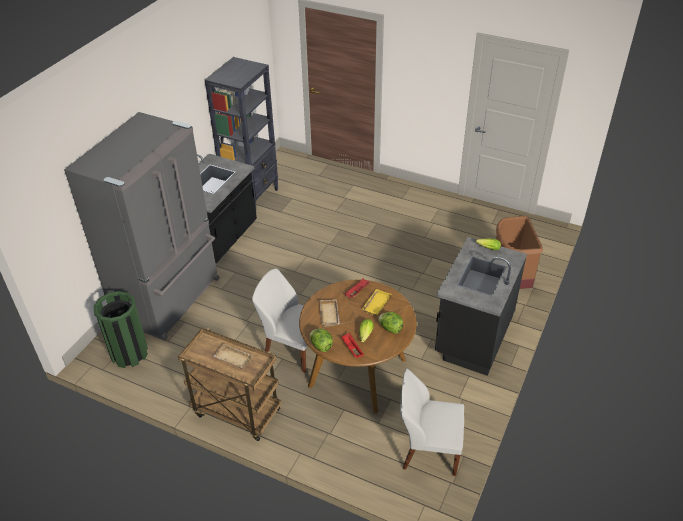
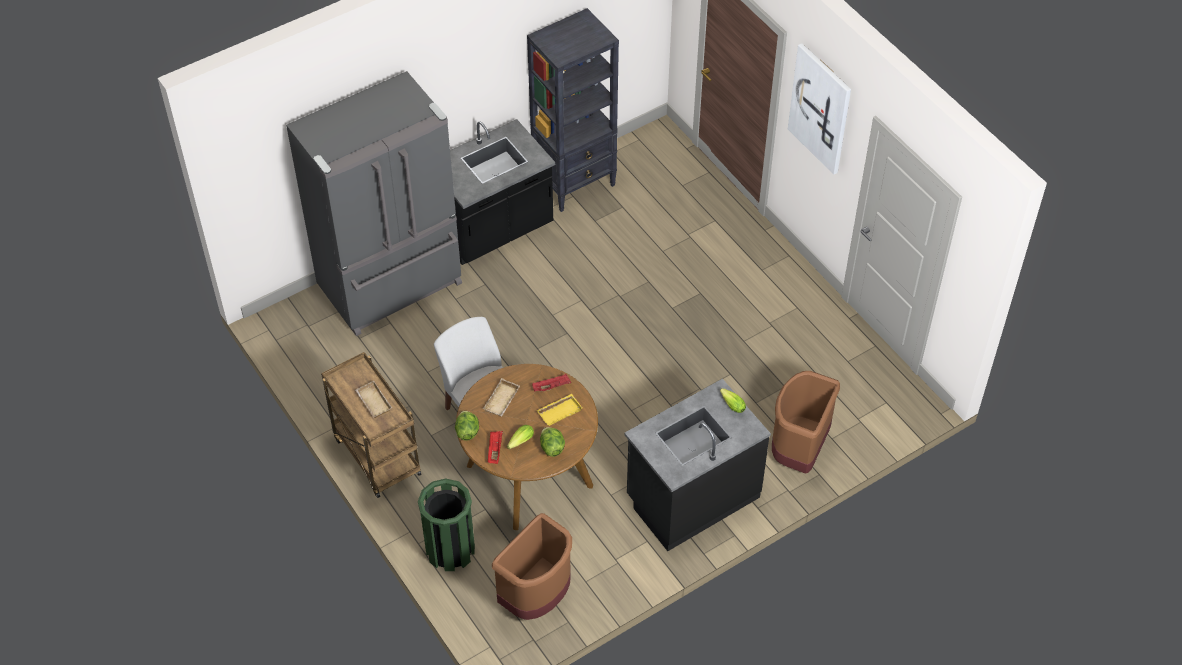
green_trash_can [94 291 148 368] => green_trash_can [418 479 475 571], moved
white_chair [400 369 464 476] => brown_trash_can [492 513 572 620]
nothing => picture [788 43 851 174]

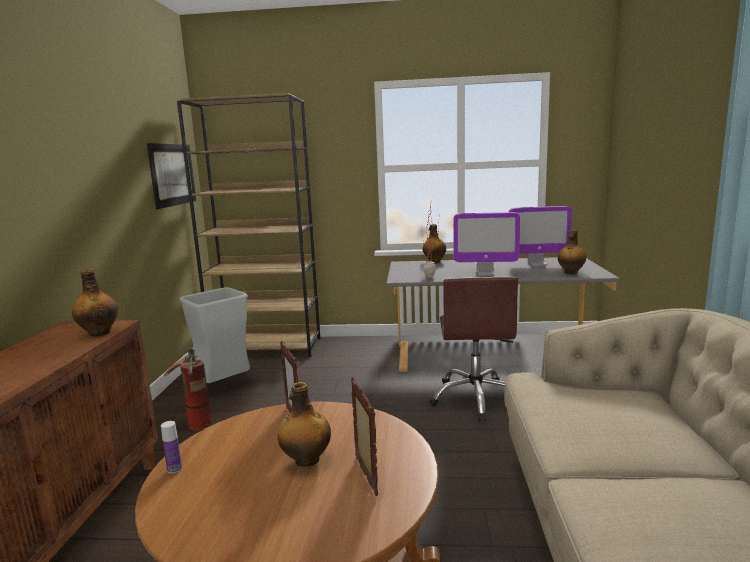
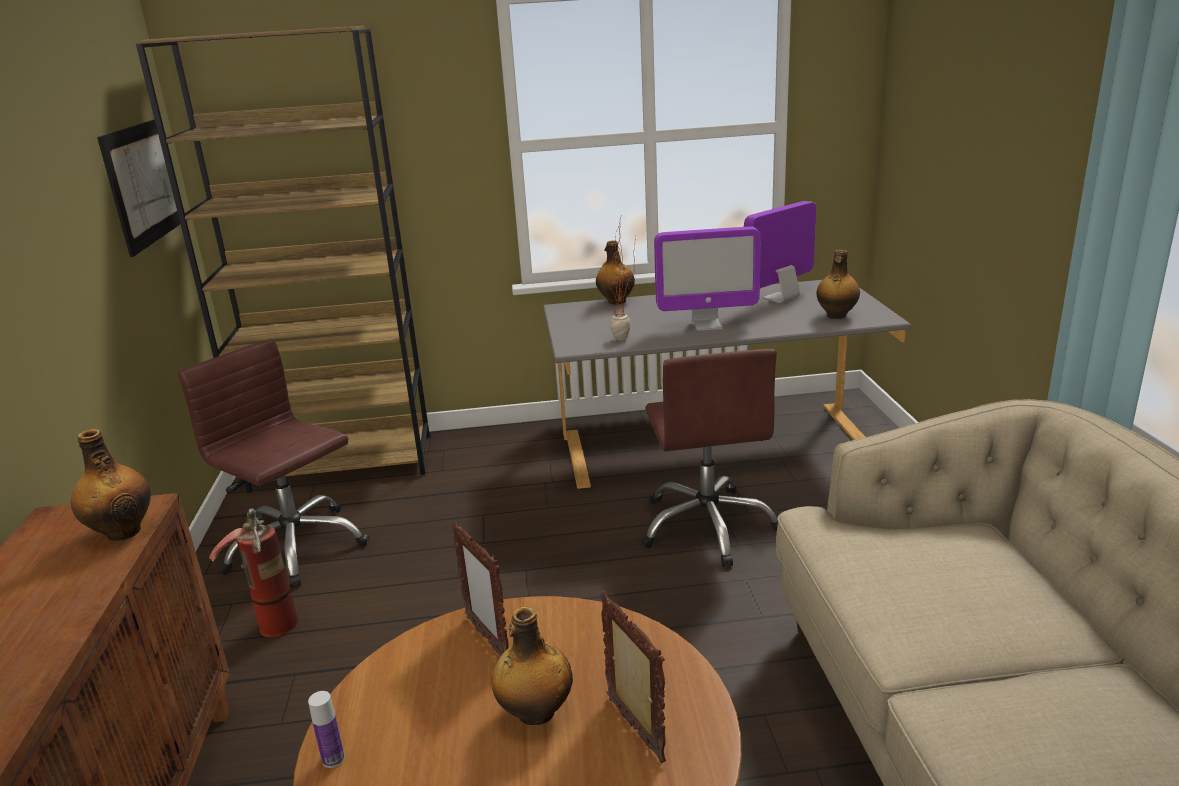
grey_trash_can [180 287 250 383] => brown_office_chair [178 339 369 587]
monitor [509 206 572 266] => monitor [744 201 816 303], 150 degrees clockwise

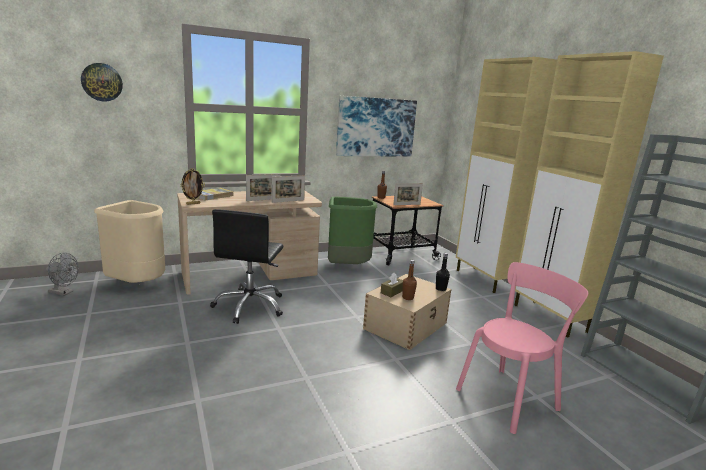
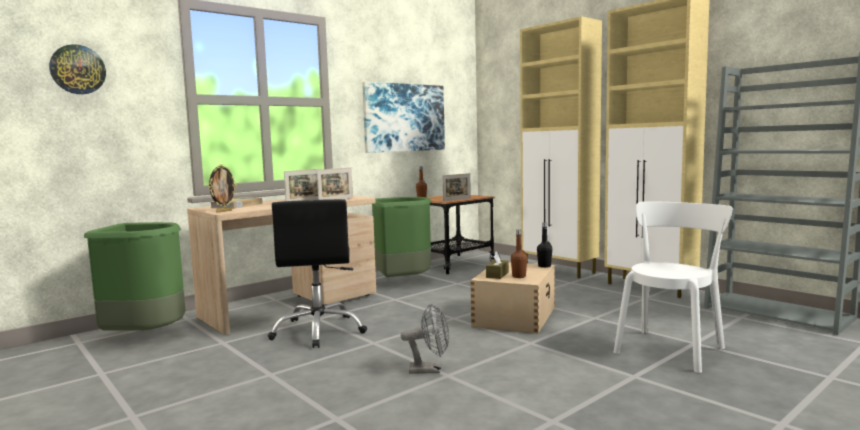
beige_trash_can [94 200 165 283] => green_trash_can [84 222 186 330]
grey_fan [45 253 79 296] => grey_fan [401 303 449 374], moved
pink_chair [456 262 588 434] => white_chair [614 201 733 373]

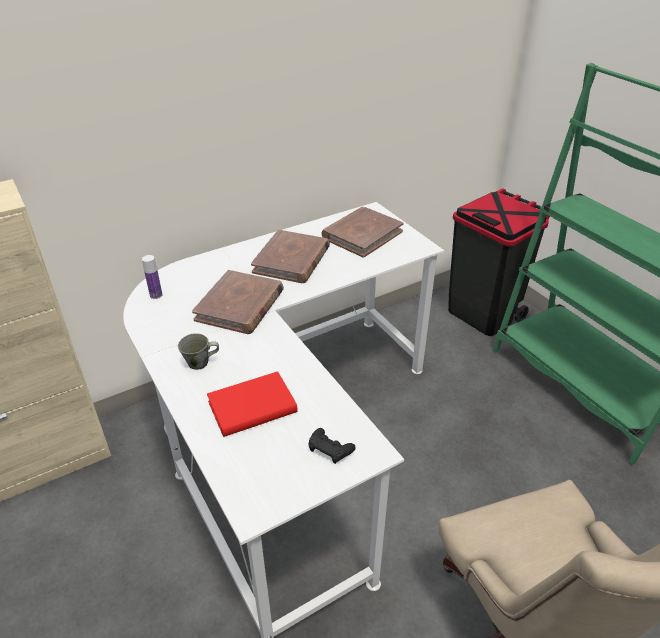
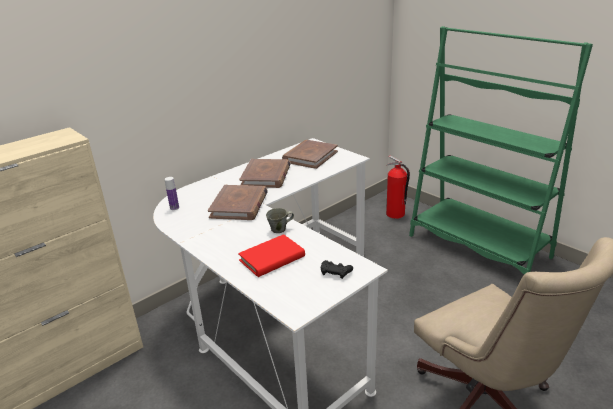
grey_mug [178 333 219 370] => grey_mug [266 208 294 233], moved
black_trash_can [448 188 550 336] => fire_extinguisher [386 156 410 219]

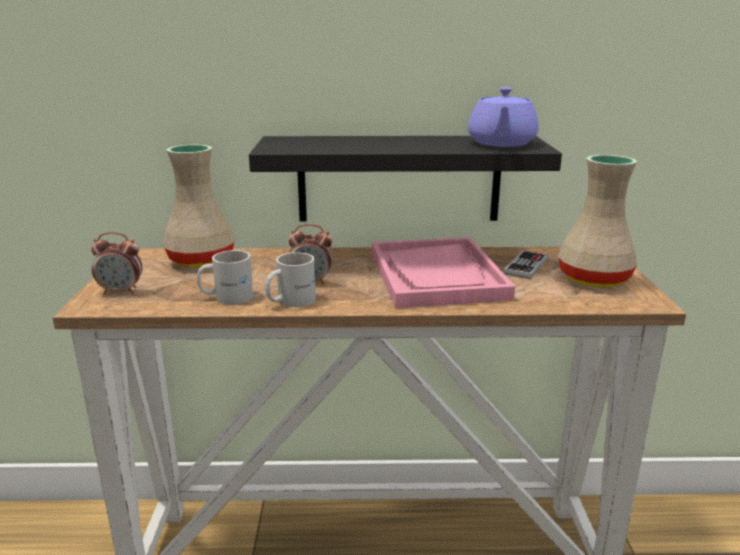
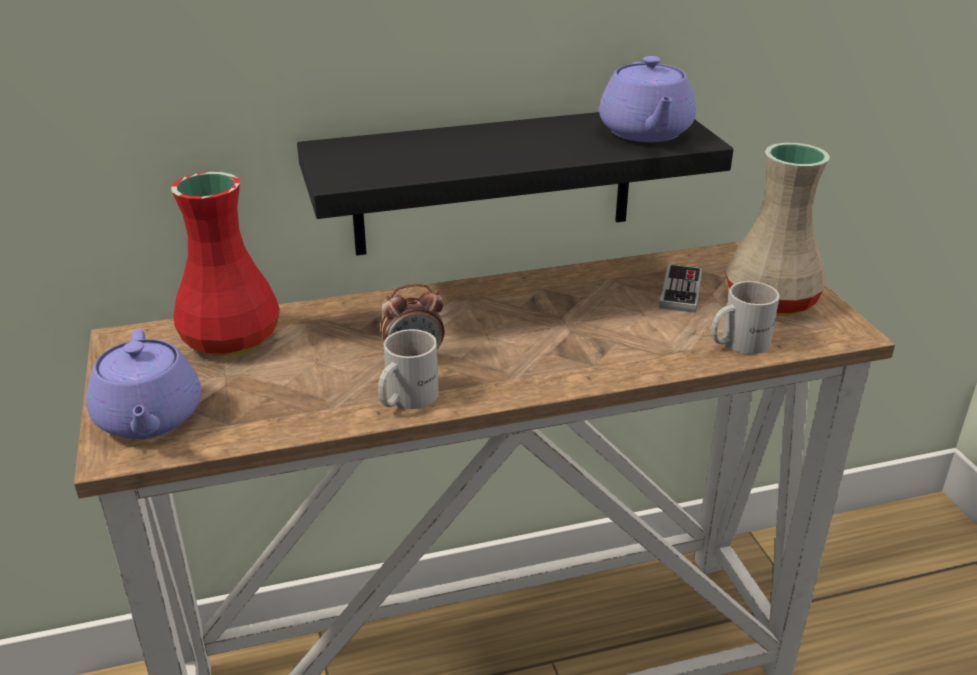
alarm_clock [91 232 142 294] => purple_teapot [86 329 201 439]
beige_vase [163 145 235 267] => red_vase [171 172 280 356]
white_mug [197 250 253 304] => white_mug [711 281 780 354], moved
pink_tray [372 237 515 308] => nothing

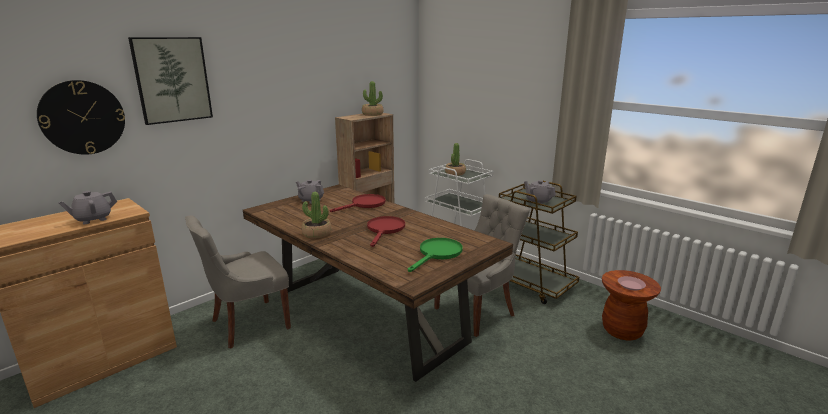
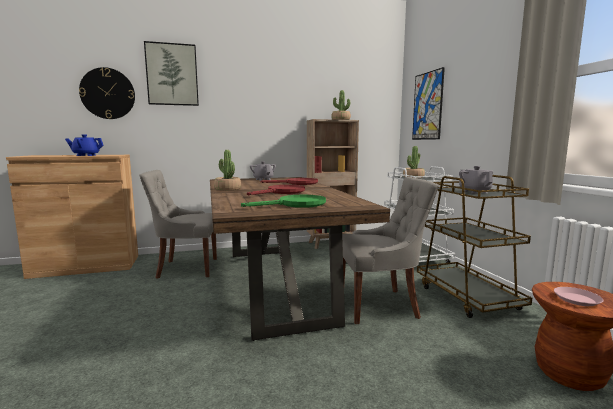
grey_teapot [58 191 117 224] => blue_teapot [65 134 104 156]
nothing => picture [412 67 445 140]

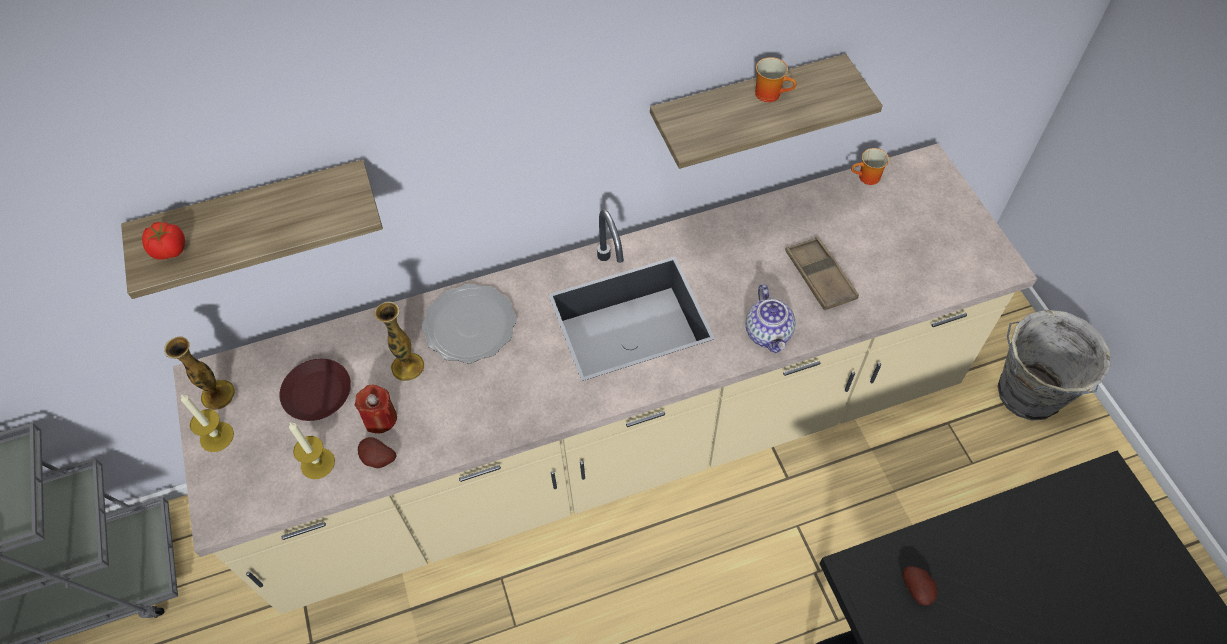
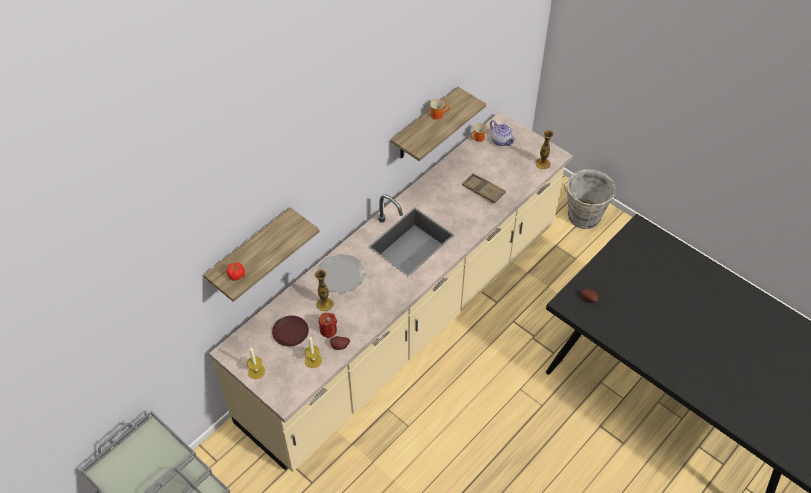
teapot [746 284 795 353] => teapot [490 120 516 146], moved
vase [164 336 235 410] => vase [535 130 554 170], moved

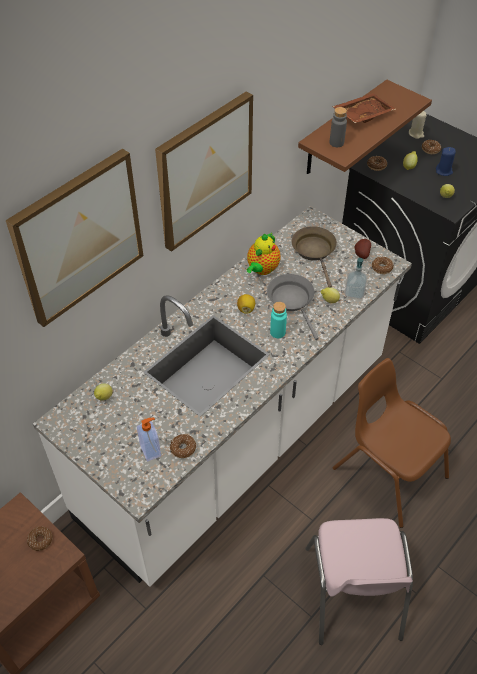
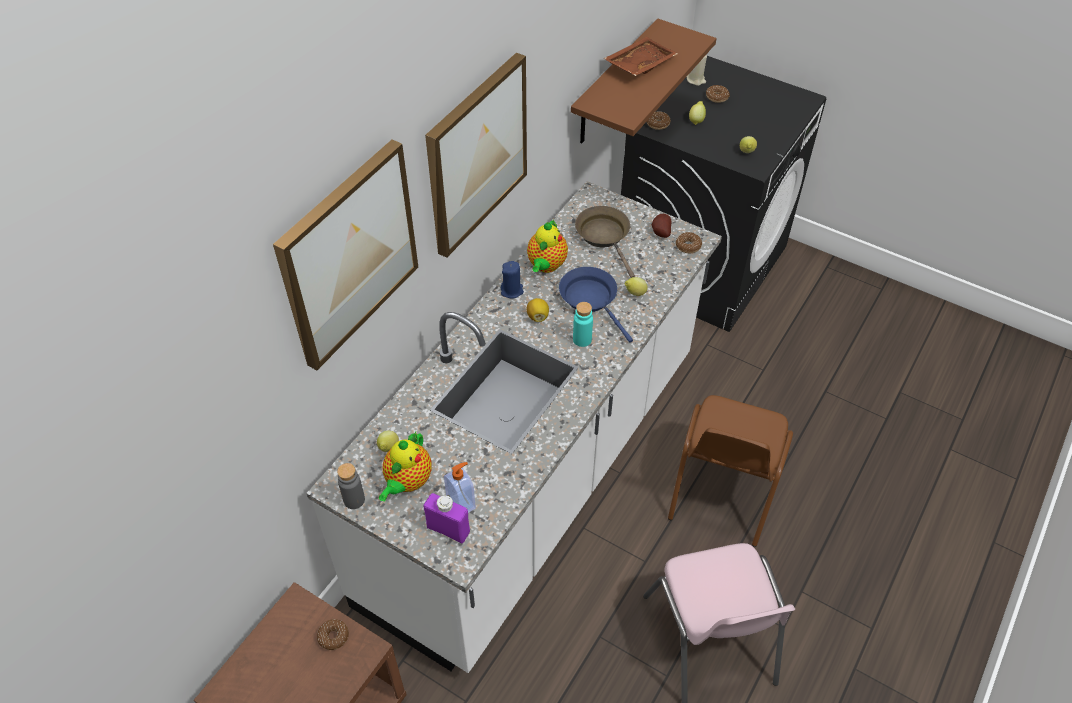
grey_bottle [330 107 347 147] => grey_bottle [337 463 365 509], moved
nothing => teapot [379 432 432 502]
nothing => purple_bottle [424 493 470 543]
blue_candle [436 147 456 176] => blue_candle [501 261 524 299], moved
grey_frying_pan [267 274 319 340] => blue_frying_pan [559 267 633 343]
brown_chair [332 358 451 528] => brown_chair [668 395 793 547], 105 degrees counterclockwise
donut [170 434 196 458] => nothing
soap_dispenser [345 258 367 299] => nothing

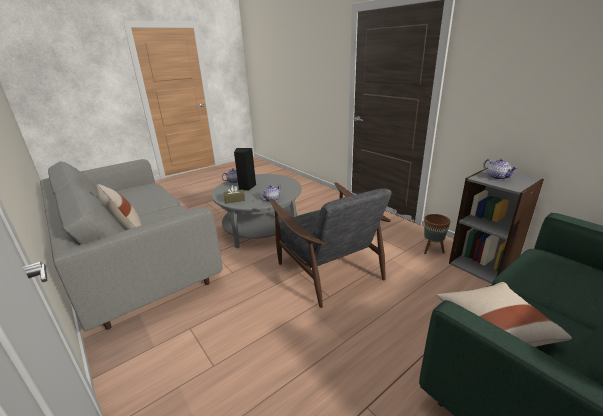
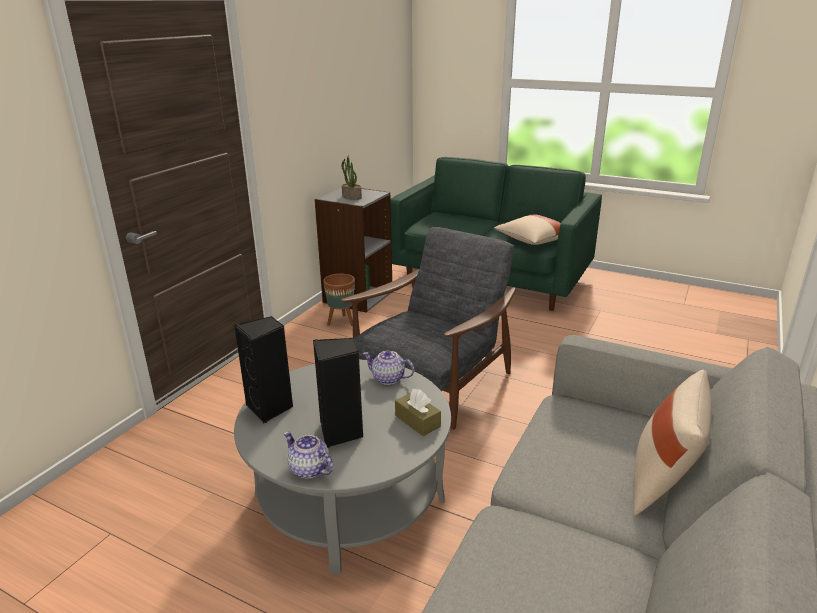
nothing => black_speaker [234 316 293 423]
teapot [483 158 518 180] => potted_plant [341 154 362 200]

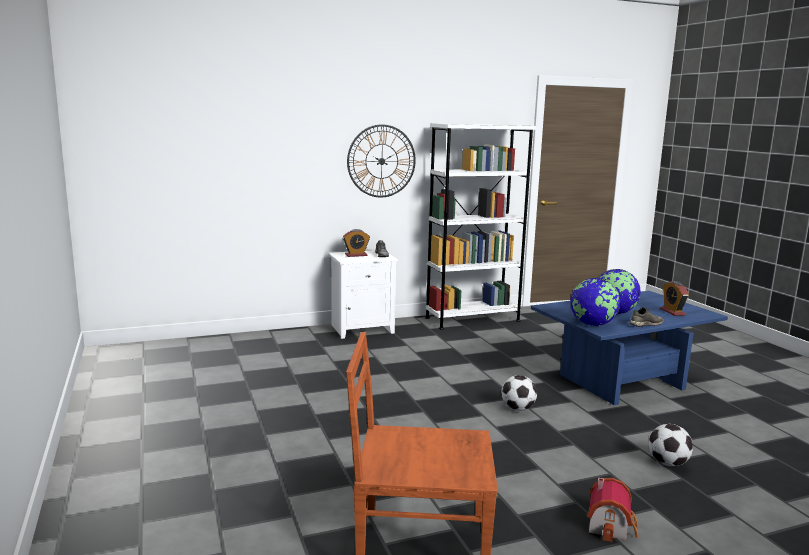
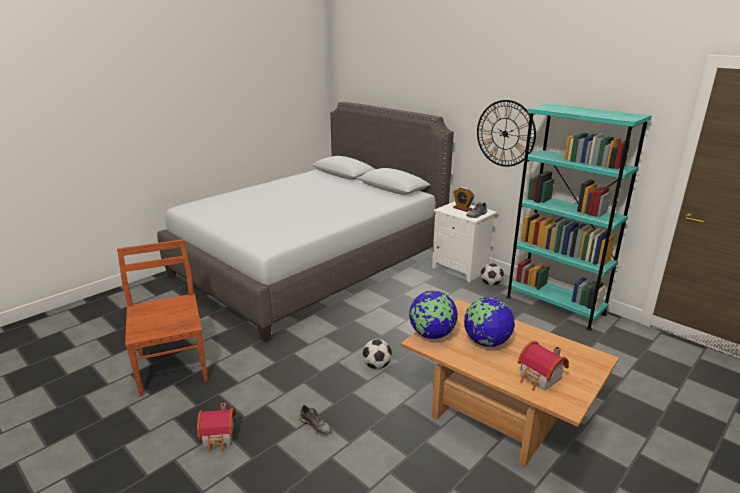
nothing => grey_bed [157 102 454 342]
grey_shoe [630 307 664 327] => grey_shoe [299 405 331 435], moved
blue_coffee_table [531 291 728 405] => brown_coffee_table [401 299 619 467]
football [649 424 693 466] => football [480 263 504 286], moved
white_bookcase [425 123 536 329] => turquoise_bookcase [506 104 652 330]
alarm_clock [660 281 689 316] => toy_house [518 341 569 391]

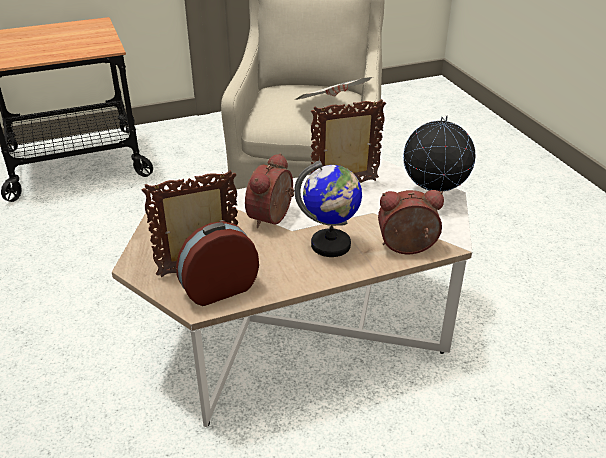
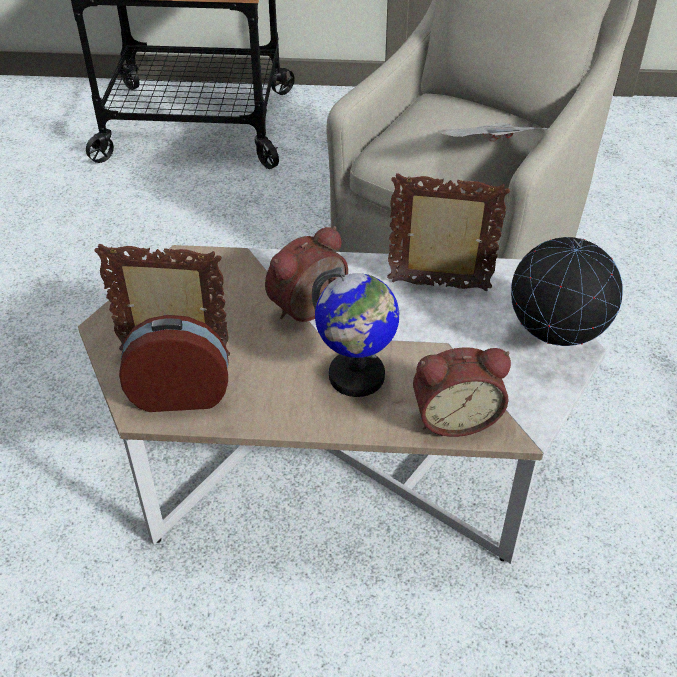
alarm_clock [378 190 444 254] => alarm_clock [413 347 511 437], 150 degrees clockwise

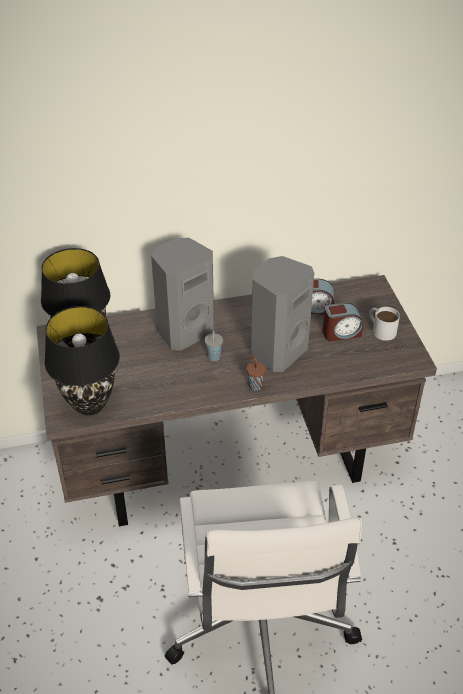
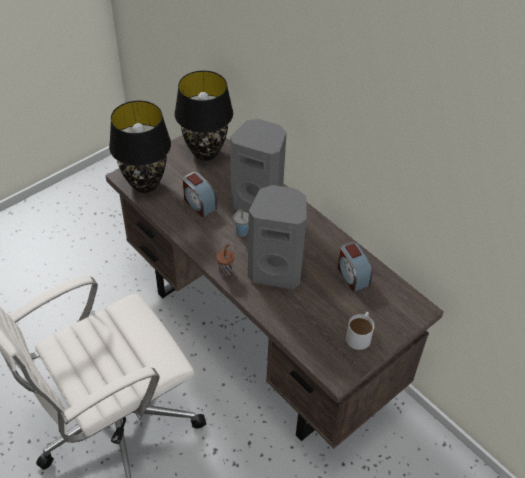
alarm_clock [322 303 363 341] => alarm_clock [183 172 217 217], moved

